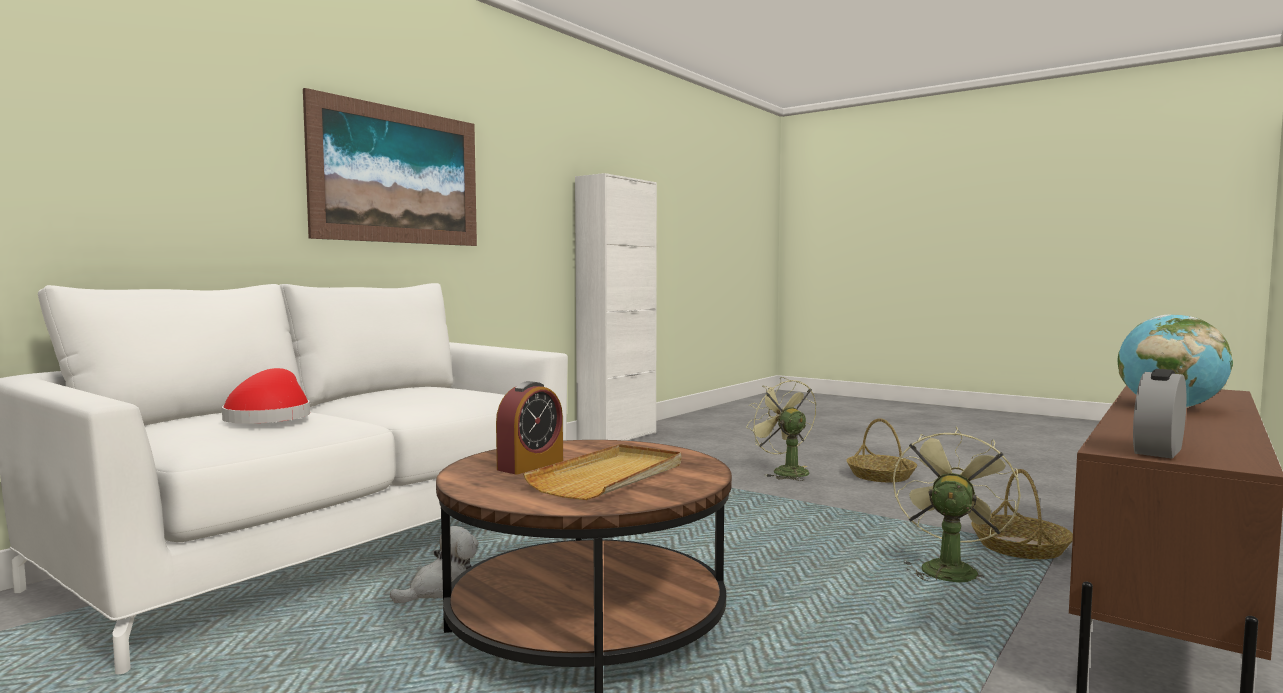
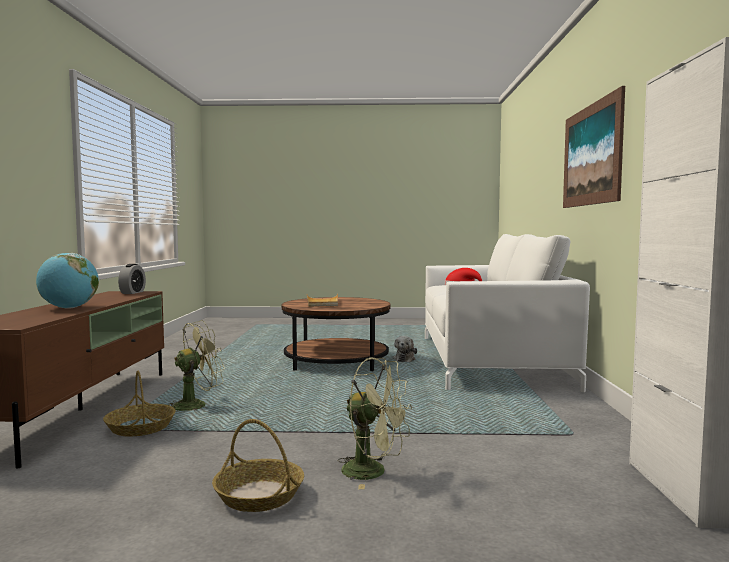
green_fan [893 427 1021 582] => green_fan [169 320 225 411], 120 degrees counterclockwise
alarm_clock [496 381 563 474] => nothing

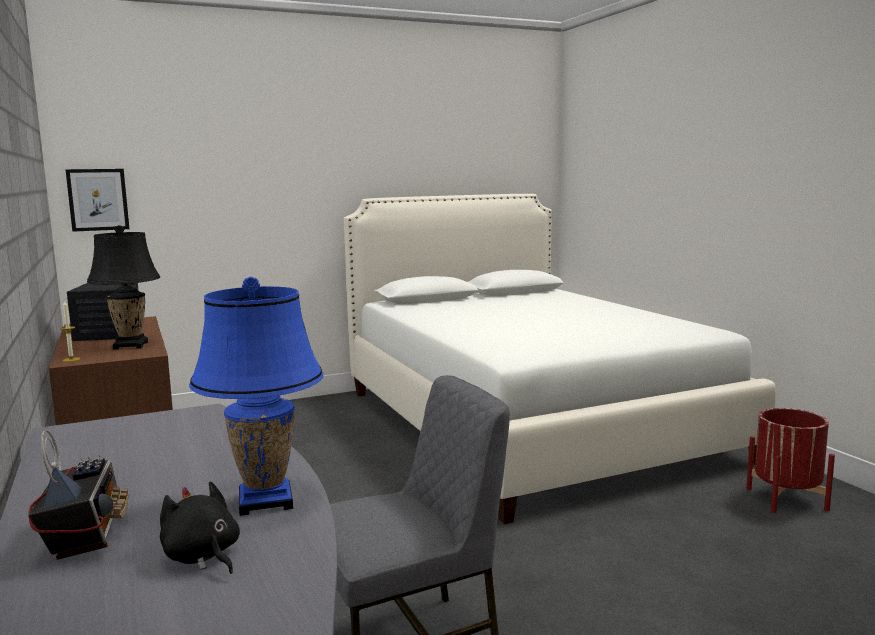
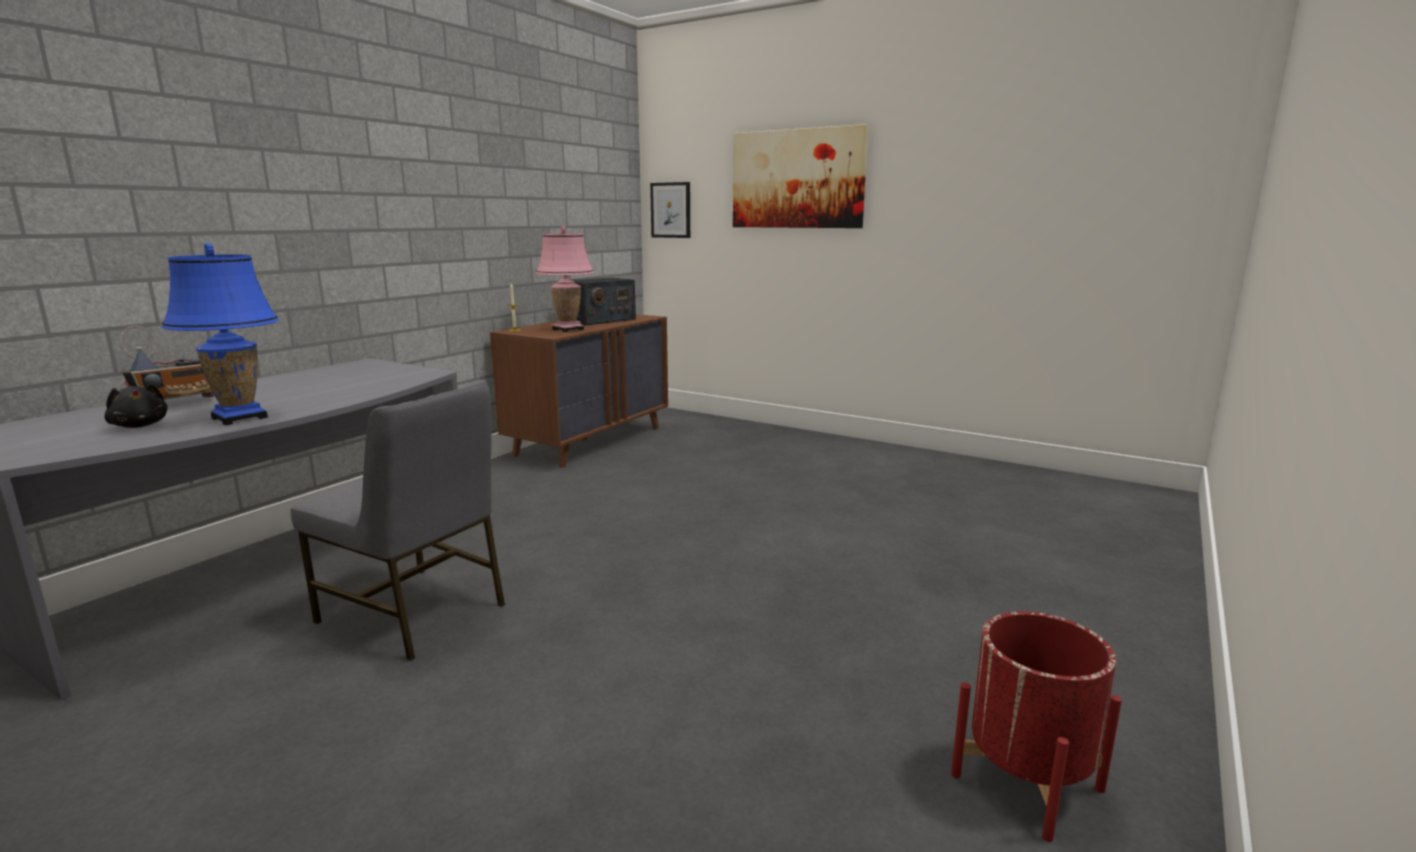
black_plush_toy [160 481 240 574] => black_plush_toy [104 384 168 428], 120 degrees clockwise
black_table_lamp [87 225 160 350] => pink_table_lamp [536 226 594 332]
nothing => picture [733 124 869 228]
white_bed [343 194 776 524] => nothing

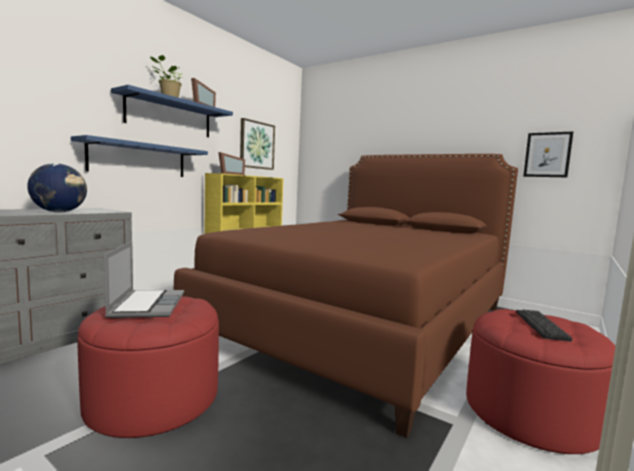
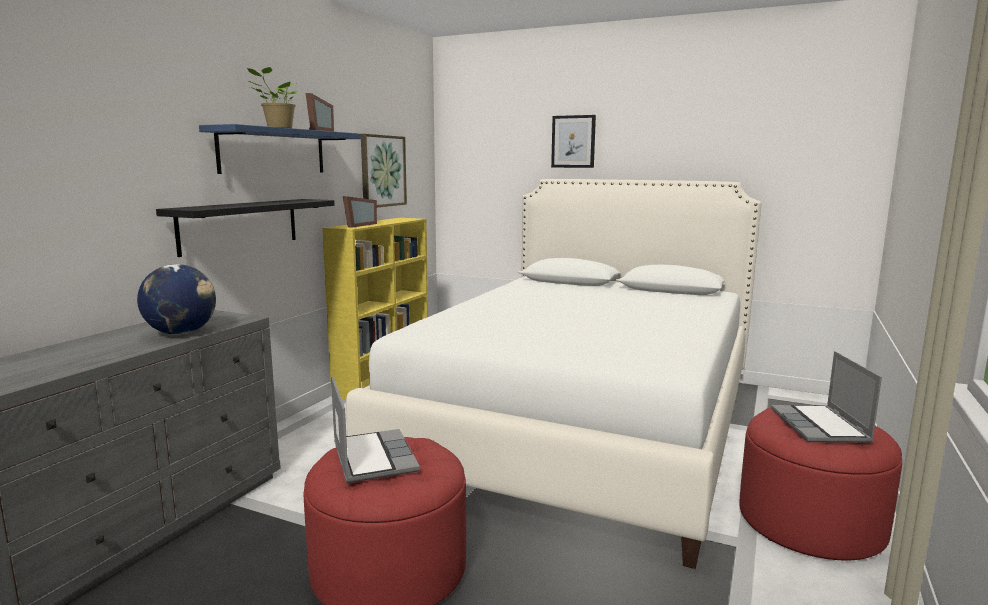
blue_shelf [71 135 208 177] => black_shelf [156 199 335 257]
brown_bed [174 154 518 438] => white_bed [346 179 762 569]
picture [523 132 573 177] => picture [551 115 596 168], moved
keyboard [516 310 572 342] => laptop [771 351 882 443]

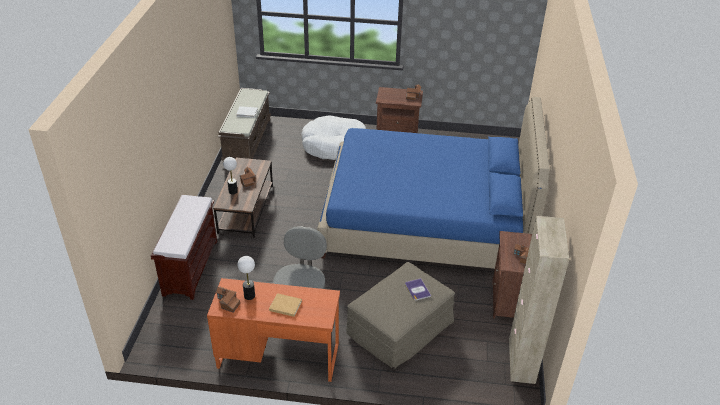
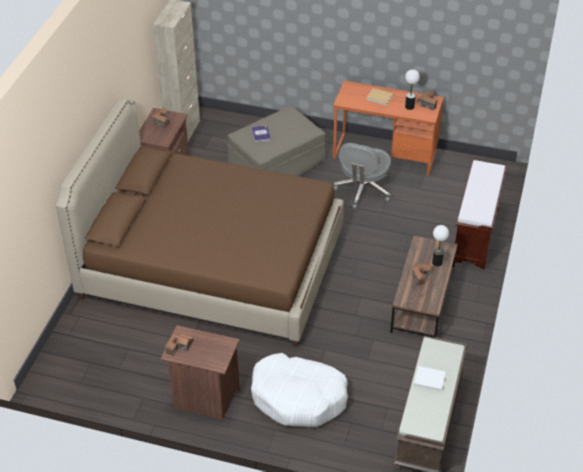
blue_bed [317 97 550 269] => brown_bed [56 98 344 347]

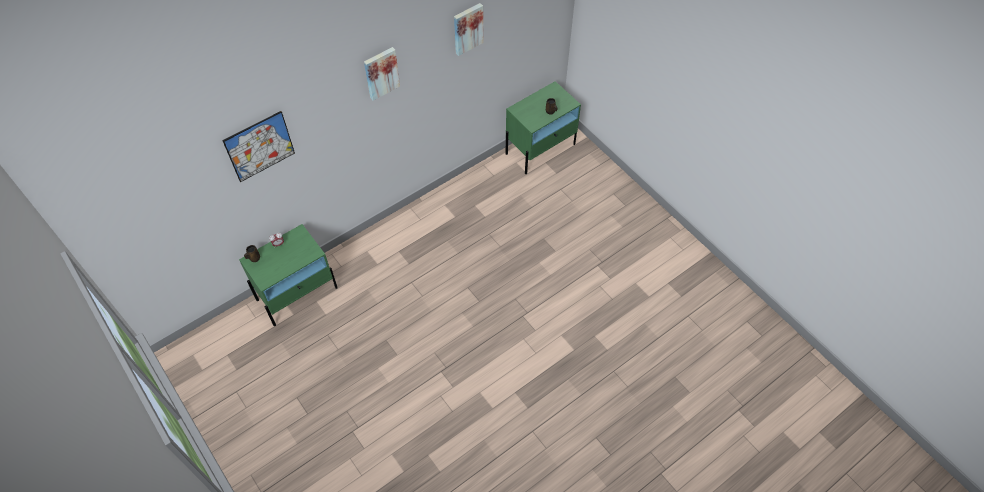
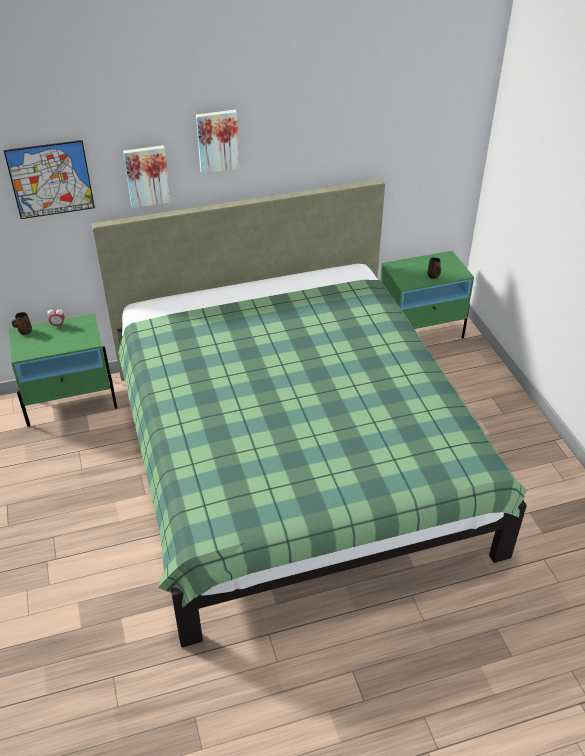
nothing => green_bed [92 179 527 647]
picture [454 3 484 56] => picture [123 145 171 208], moved

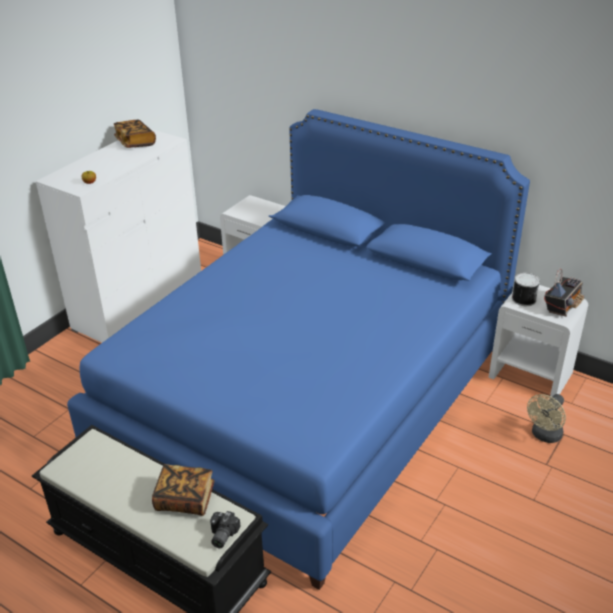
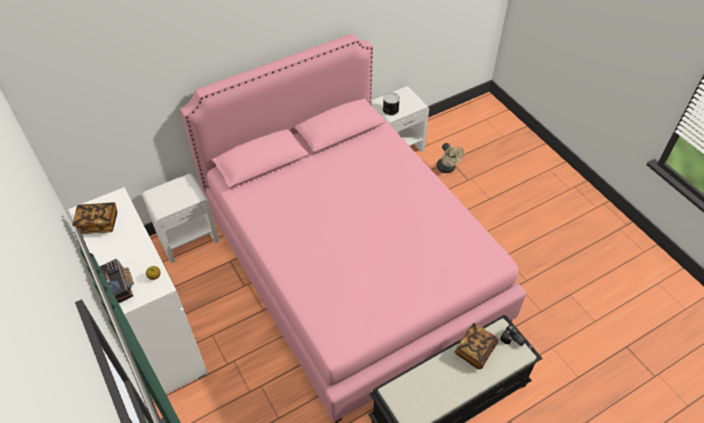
radio [544 268 584 316] => radio [99 259 134 303], moved
blue_bed [67 109 530 590] => pink_bed [180 34 526 423]

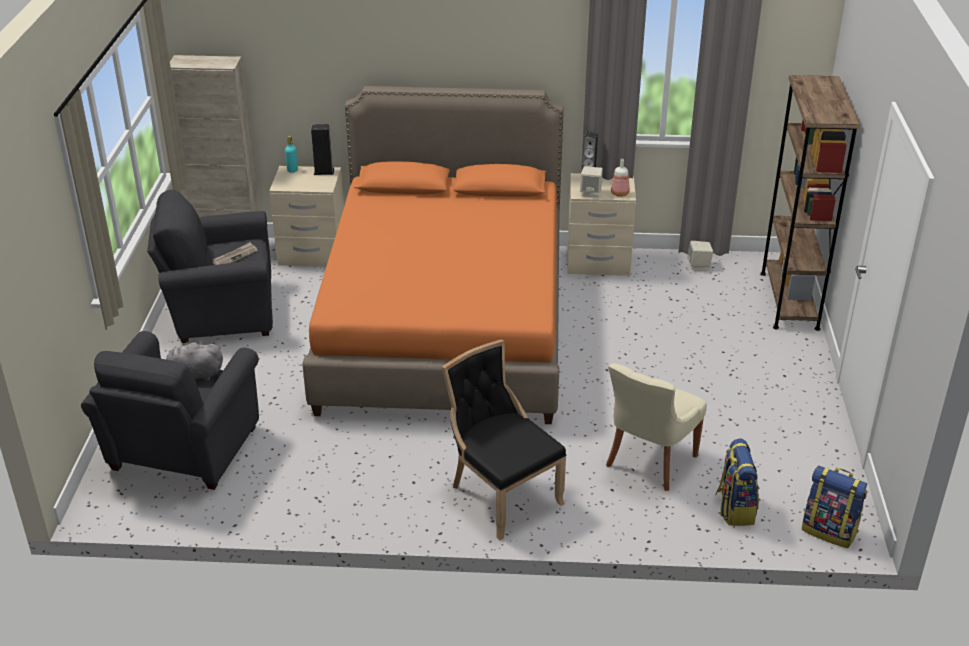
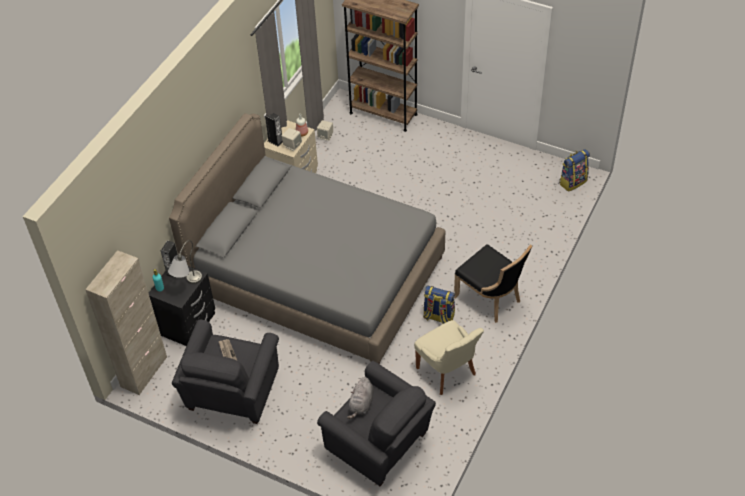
beige_nightstand [269 166 344 267] => black_nightstand [149 266 215 346]
nothing => grey_table_lamp [168 240 202 284]
orange_bed [302 86 564 424] => grey_bed [169 113 445 364]
beige_chair [606 363 707 491] => beige_chair [414 320 484 395], moved
backpack [715 439 759 526] => backpack [423 285 455 324], moved
black_chair [442 339 566 540] => black_chair [454 244 532 323], 120 degrees counterclockwise

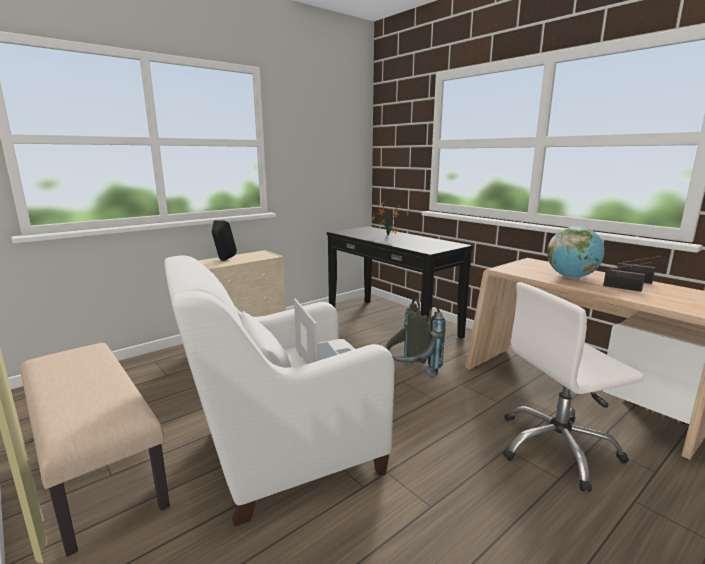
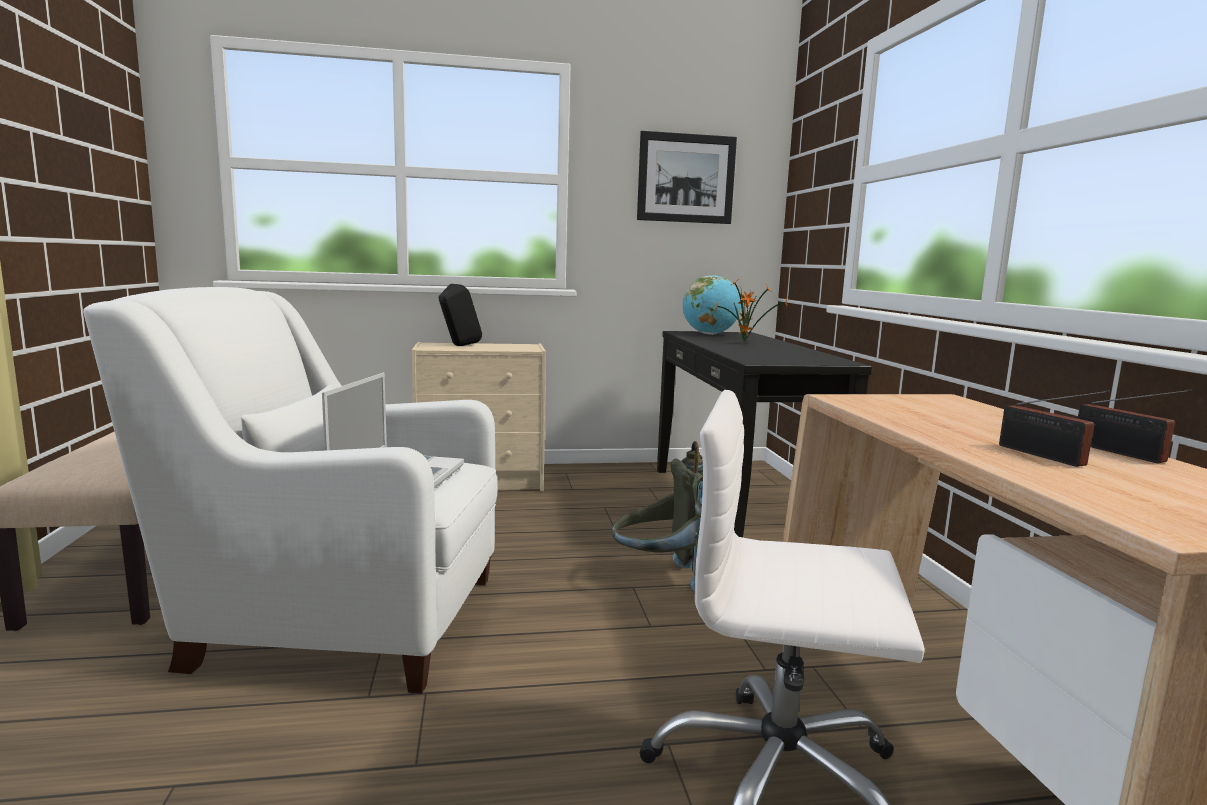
nothing => picture [637 131 737 224]
globe [547 226 605 278] => globe [683 275 741 335], moved

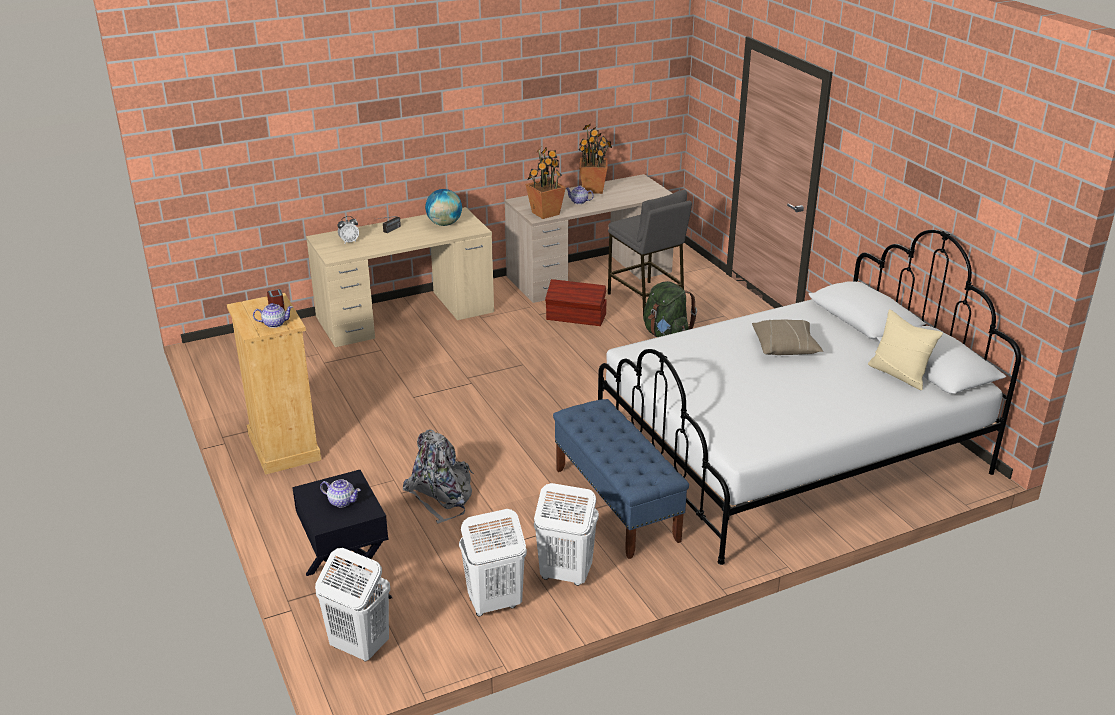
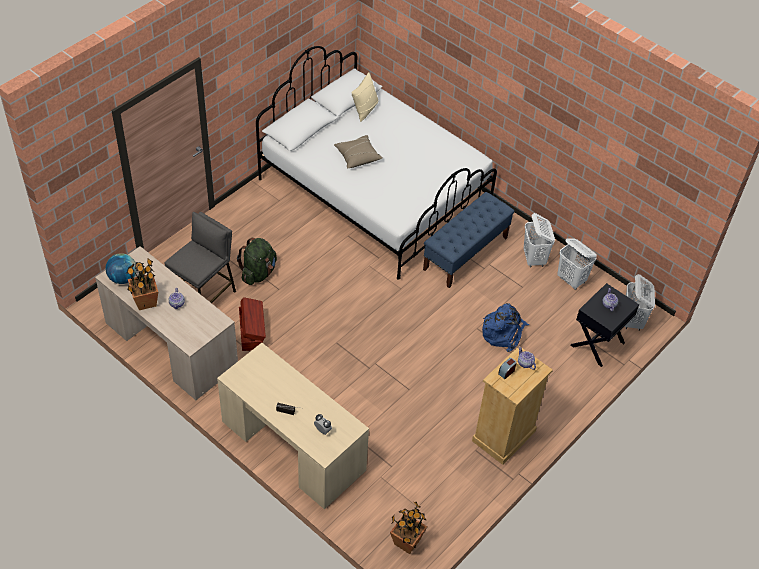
globe [425 189 462 226] => globe [105 253 137 284], moved
potted_plant [525 147 566 219] => potted_plant [390 502 427 554], moved
grey_backpack [402 430 474 524] => blue_backpack [482 303 529 352]

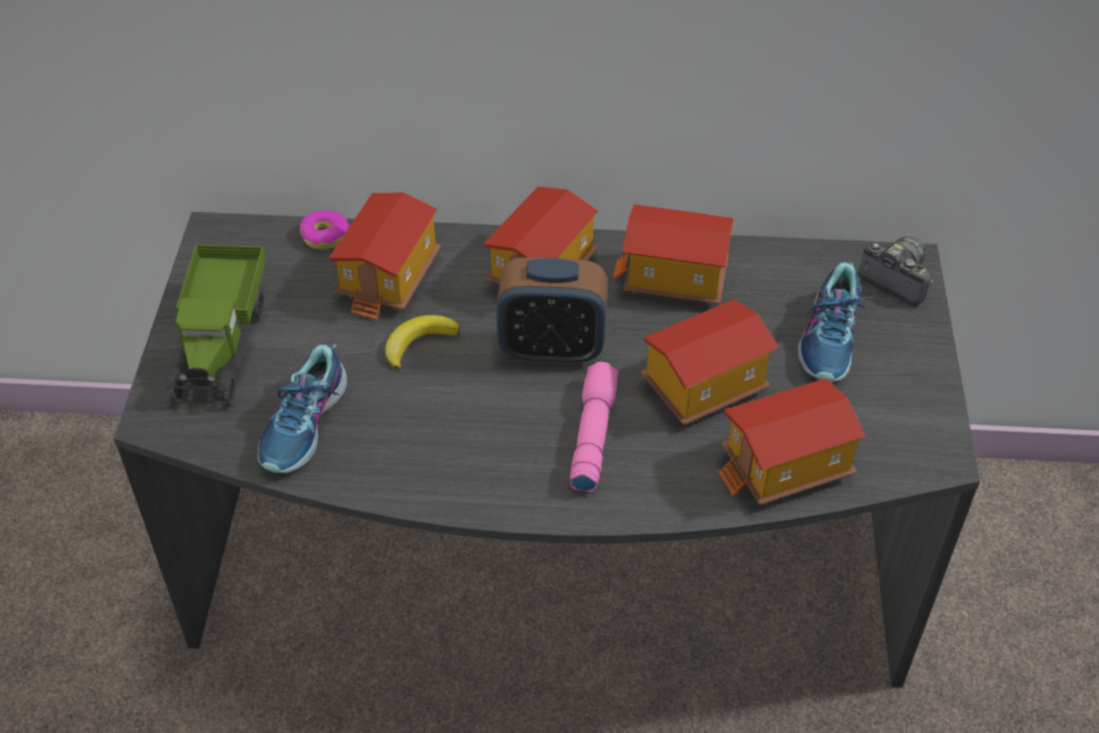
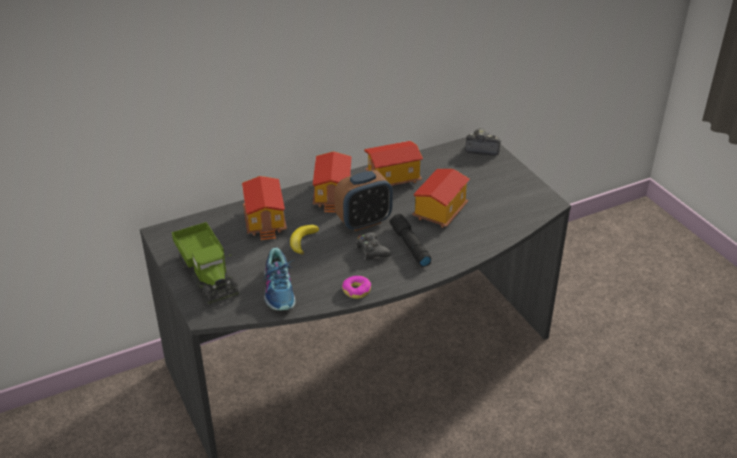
donut [300 210 349 250] => donut [342 276 371 299], moved
nothing => black_game_controller [355 232 391 260]
pink_flashlight [570 362 619 492] => black_flashlight [389 214 431 267]
toy_house [718 378 866 505] => nothing
shoe [797 262 873 382] => nothing

